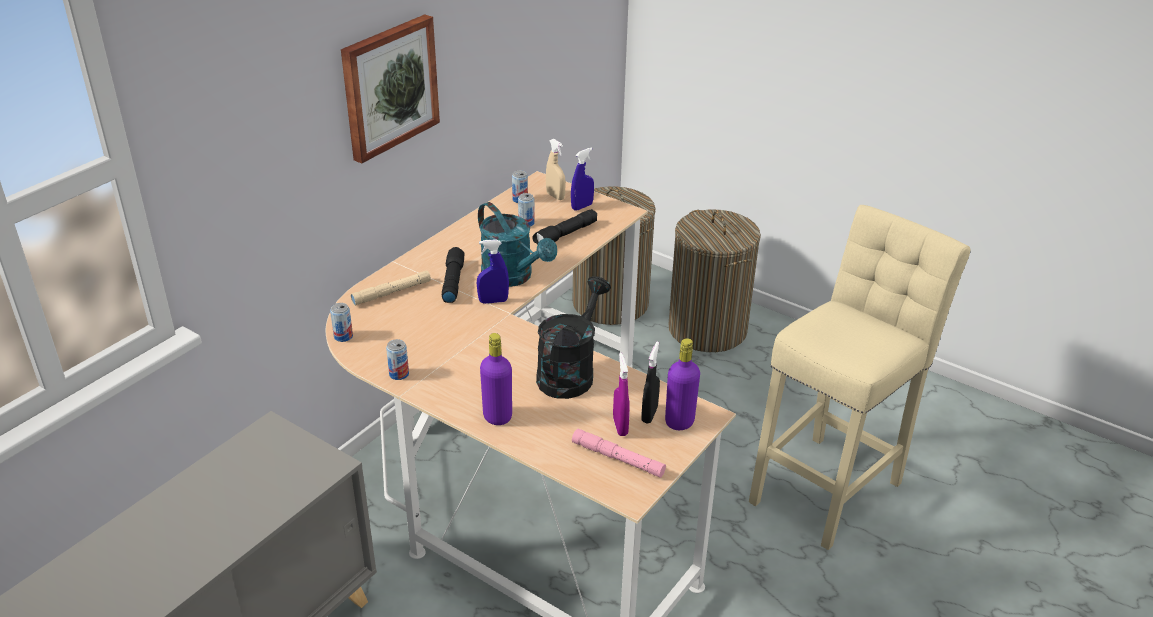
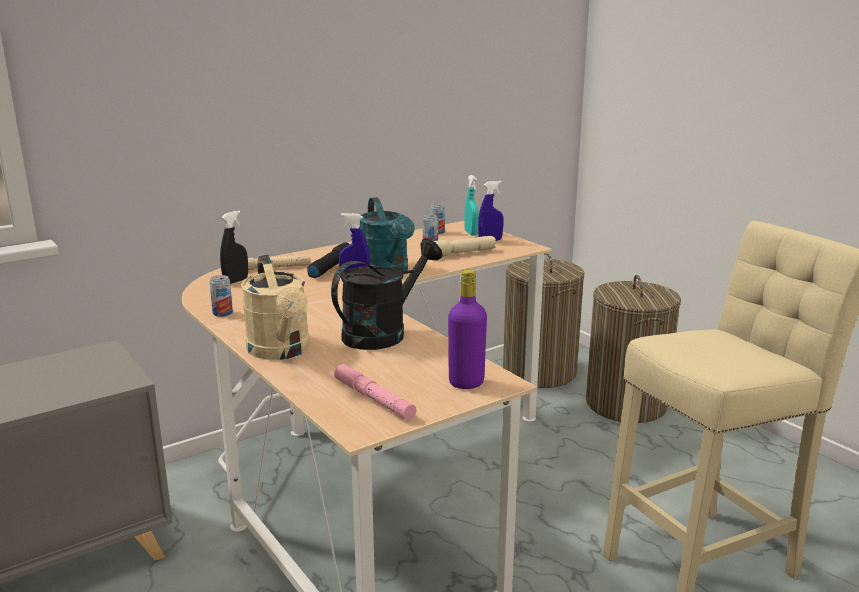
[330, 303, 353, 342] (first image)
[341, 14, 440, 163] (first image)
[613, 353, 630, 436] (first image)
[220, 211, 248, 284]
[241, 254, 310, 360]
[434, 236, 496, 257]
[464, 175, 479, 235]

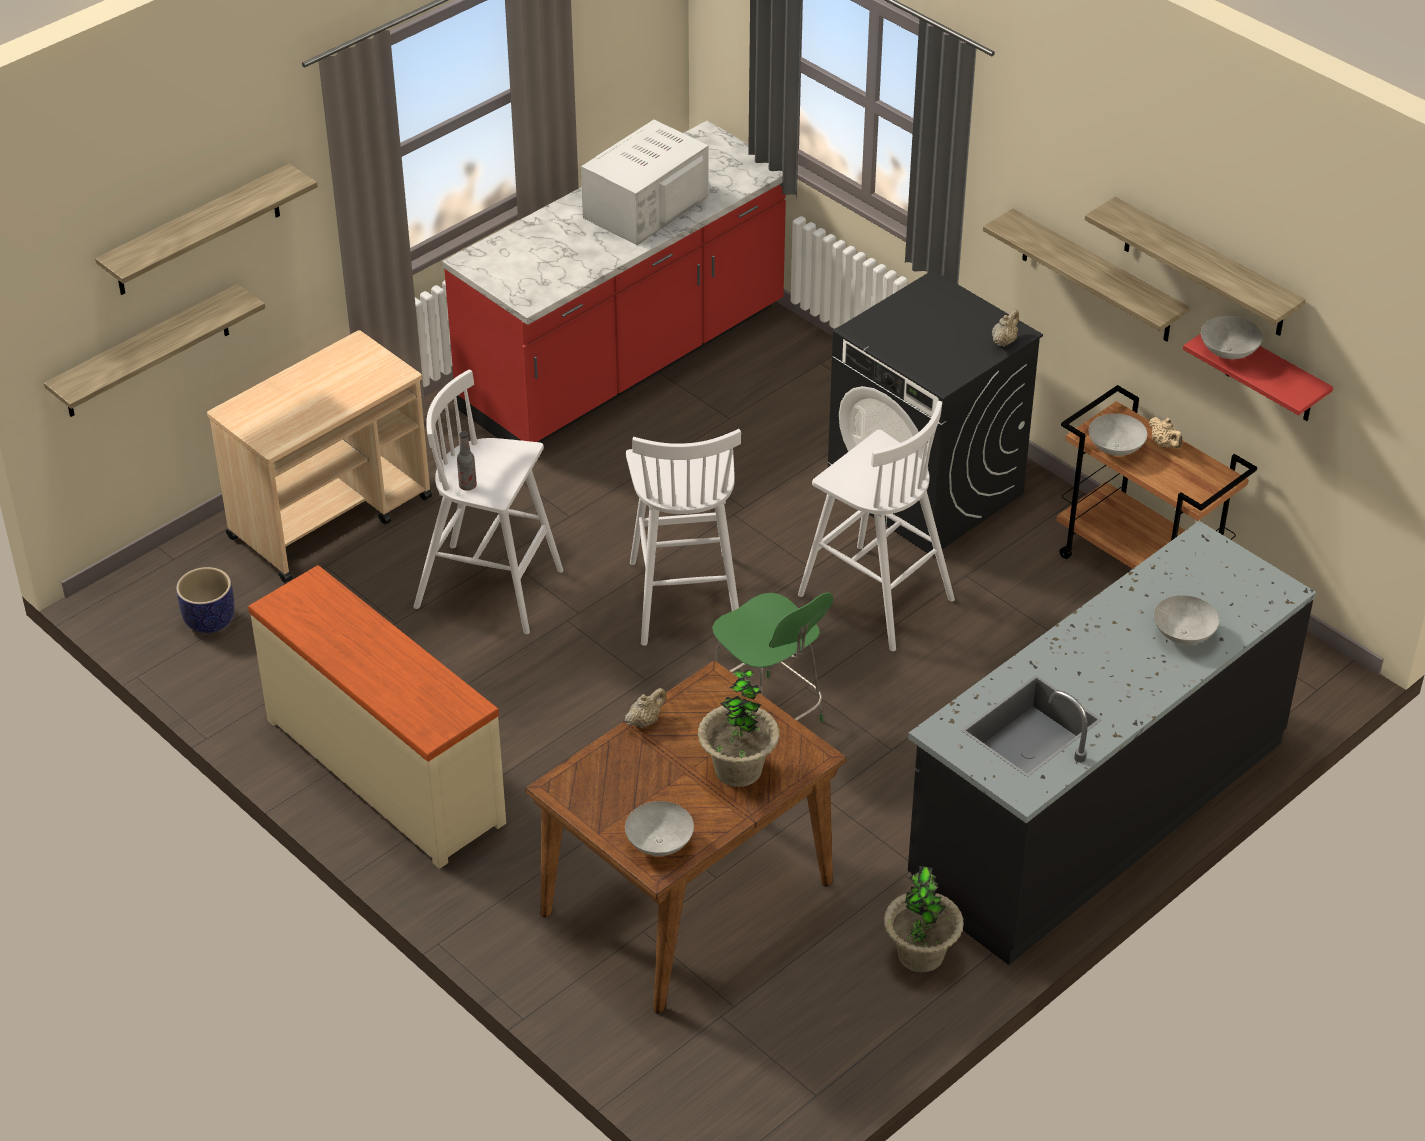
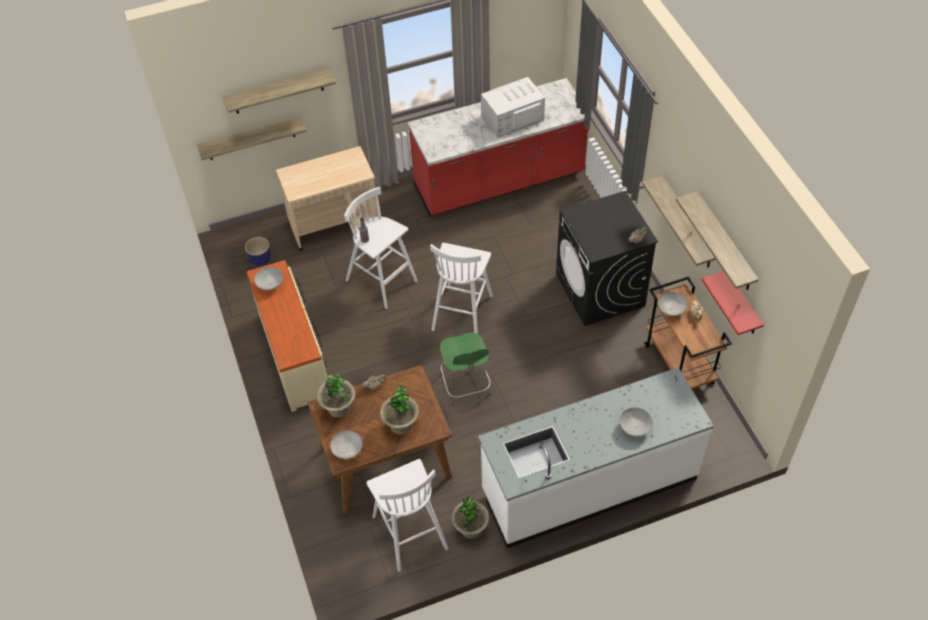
[317, 372, 355, 418]
[366, 459, 448, 572]
[254, 267, 283, 290]
[478, 367, 714, 548]

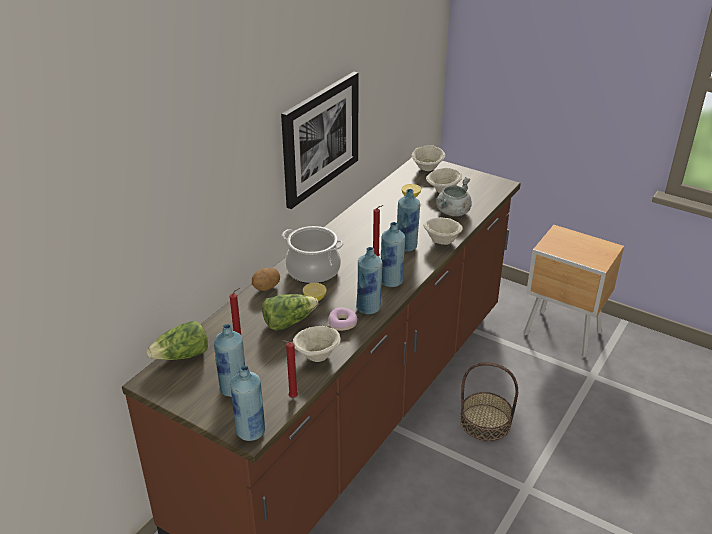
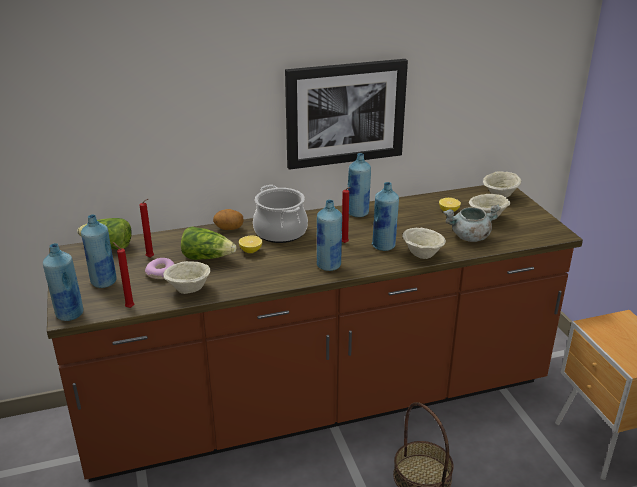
[145, 258, 174, 279]
[348, 153, 371, 217]

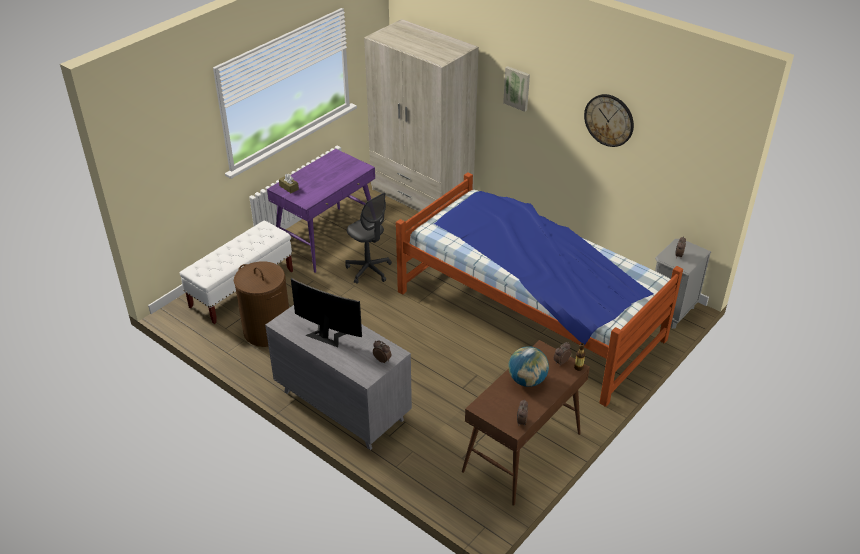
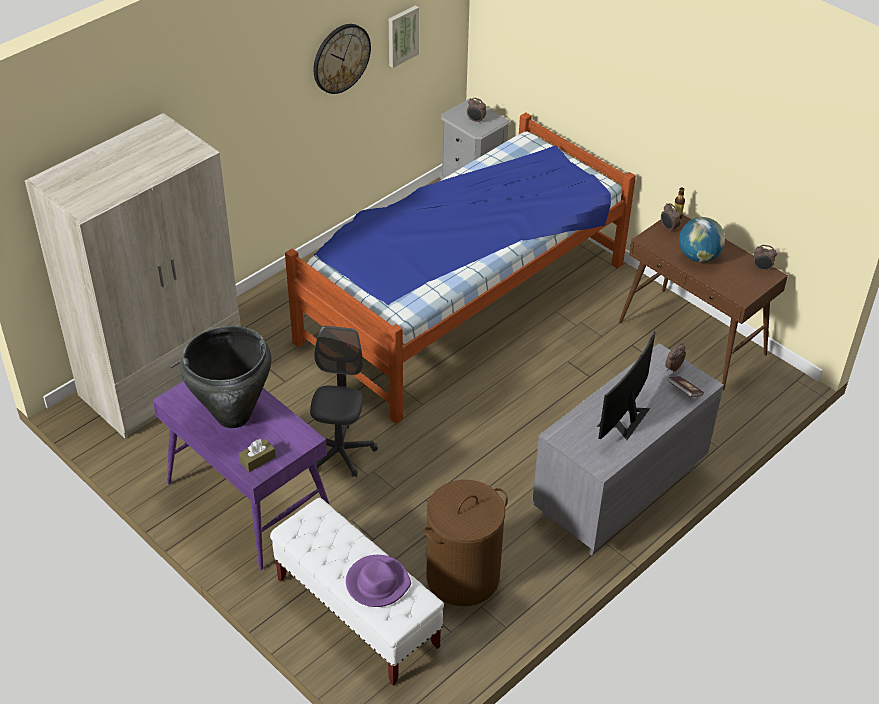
[180, 326, 271, 428]
[346, 555, 411, 607]
[667, 376, 704, 397]
[389, 5, 419, 68]
[310, 326, 378, 477]

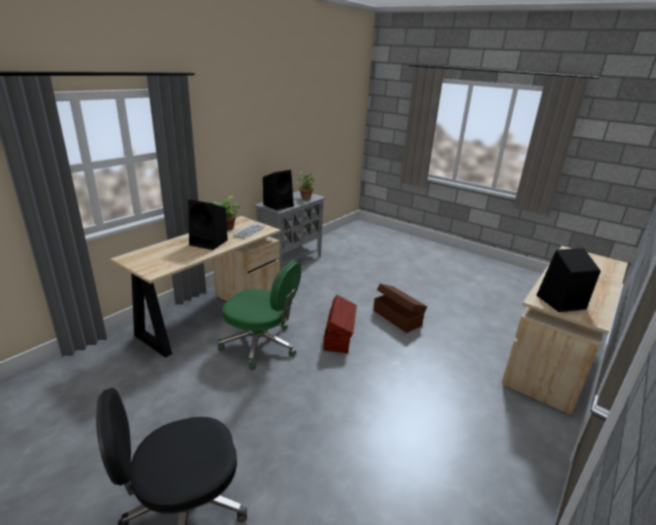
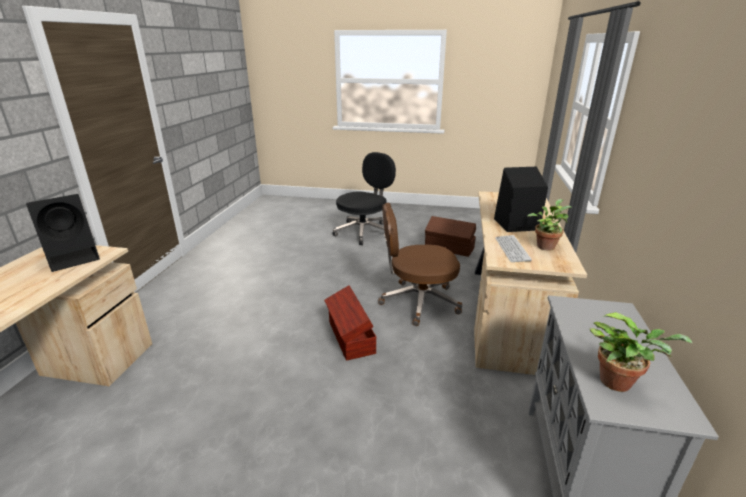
[263, 170, 294, 210] (first image)
[425, 216, 476, 257]
[378, 203, 462, 326]

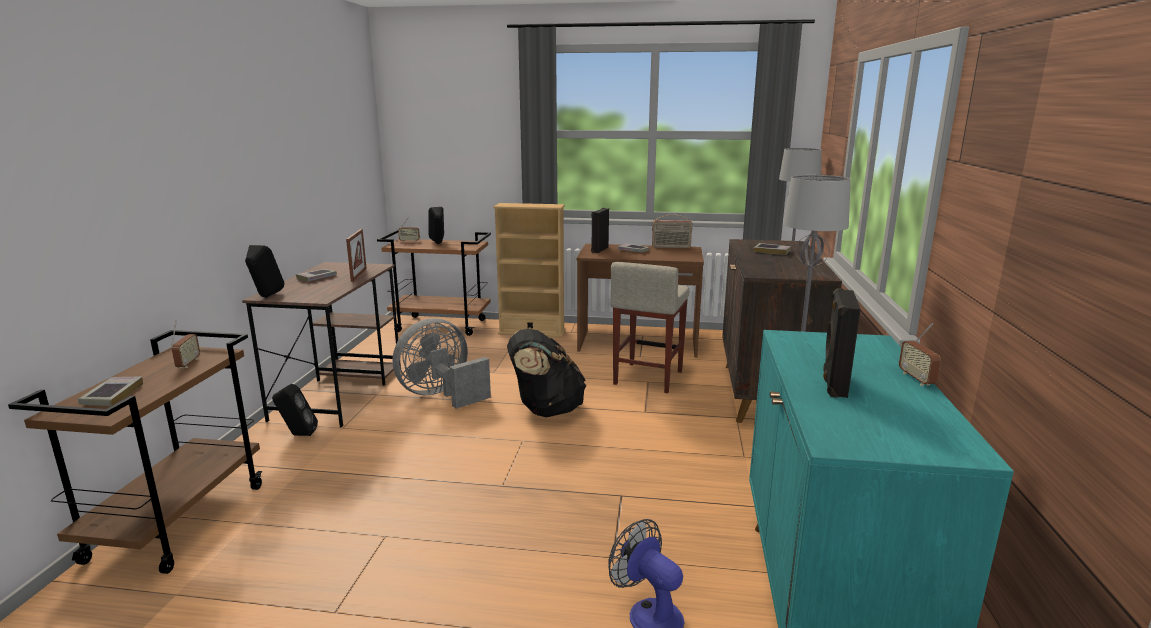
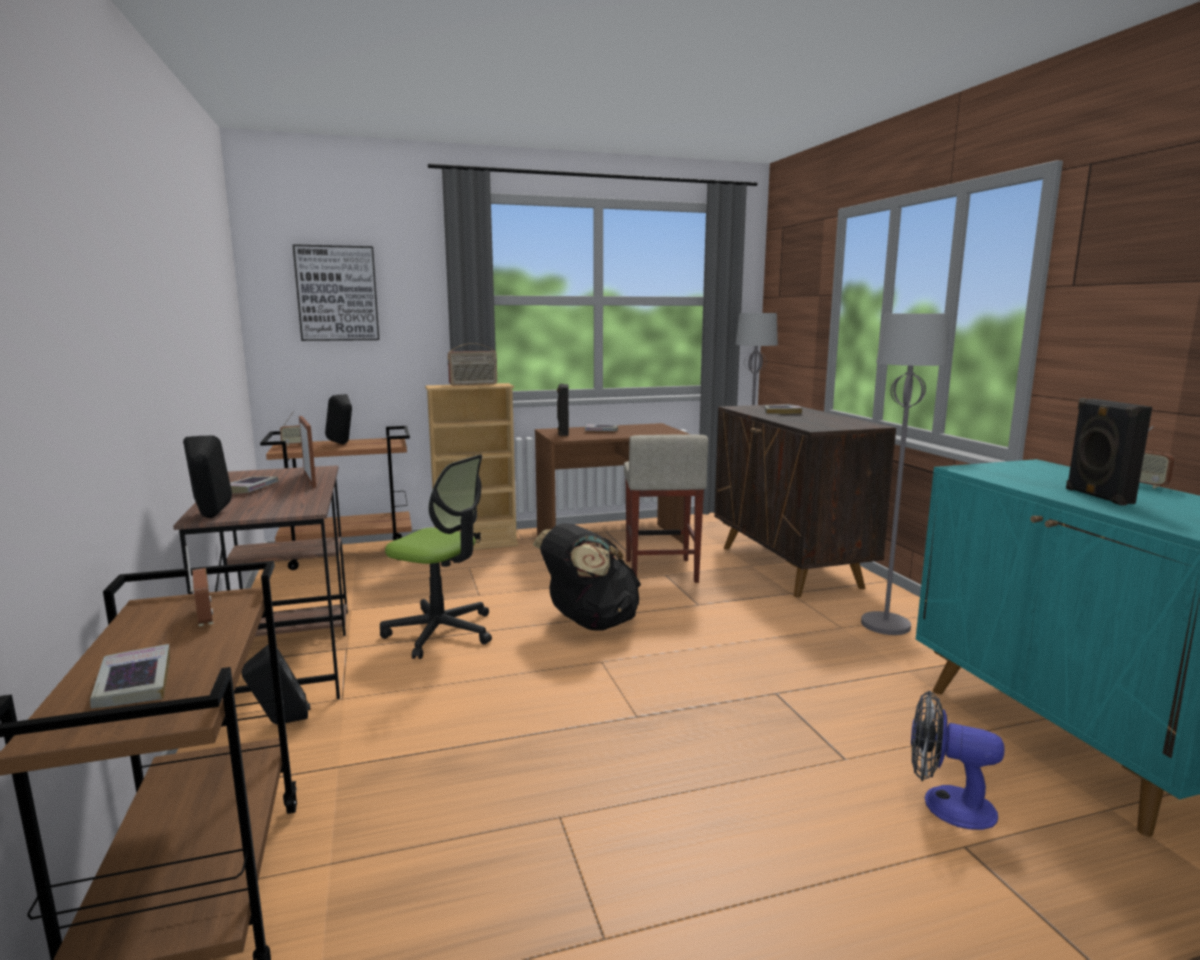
[292, 244, 379, 341]
[448, 343, 497, 385]
[380, 455, 492, 659]

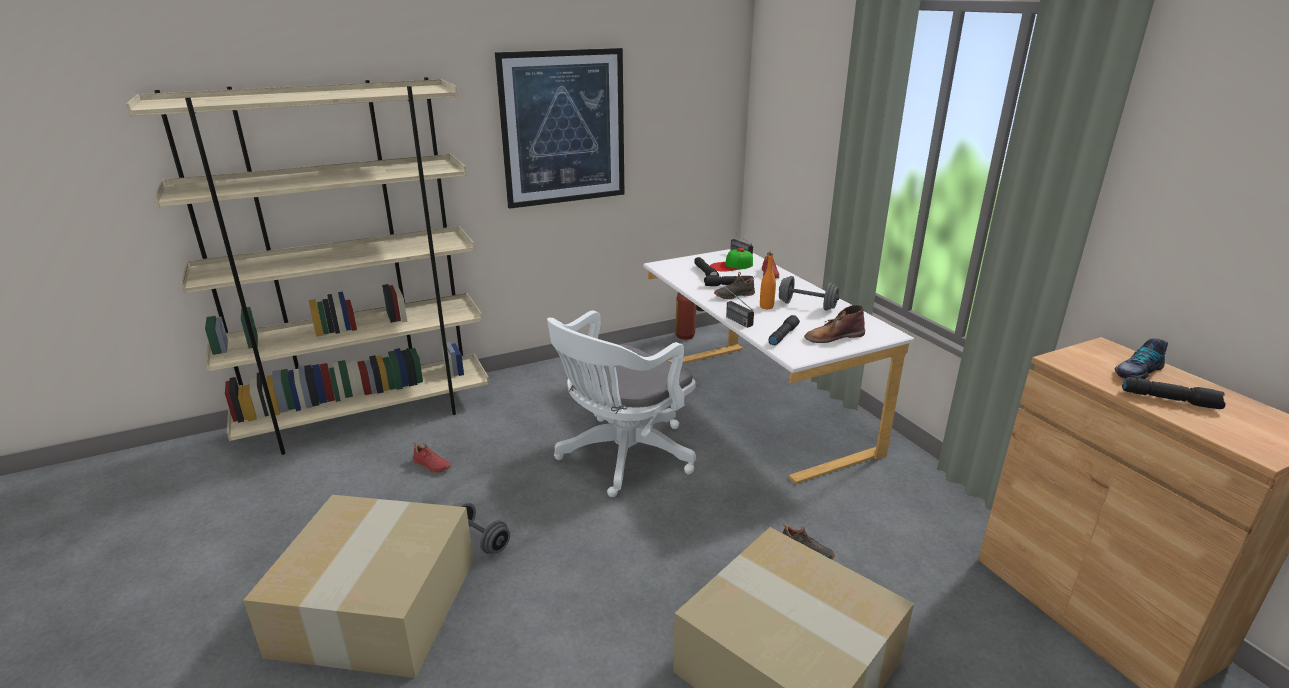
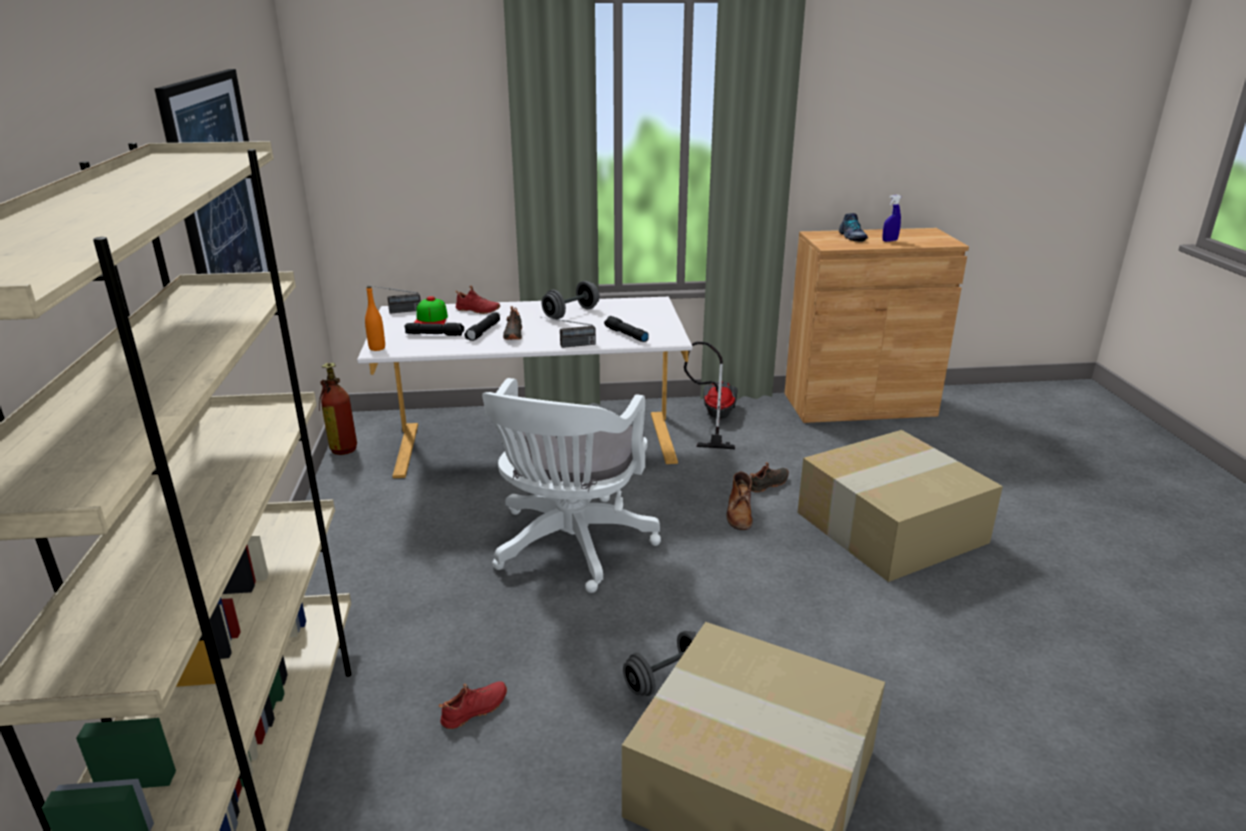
[684, 341, 738, 449]
[365, 286, 385, 351]
[726, 472, 753, 530]
[882, 195, 901, 242]
[482, 378, 661, 593]

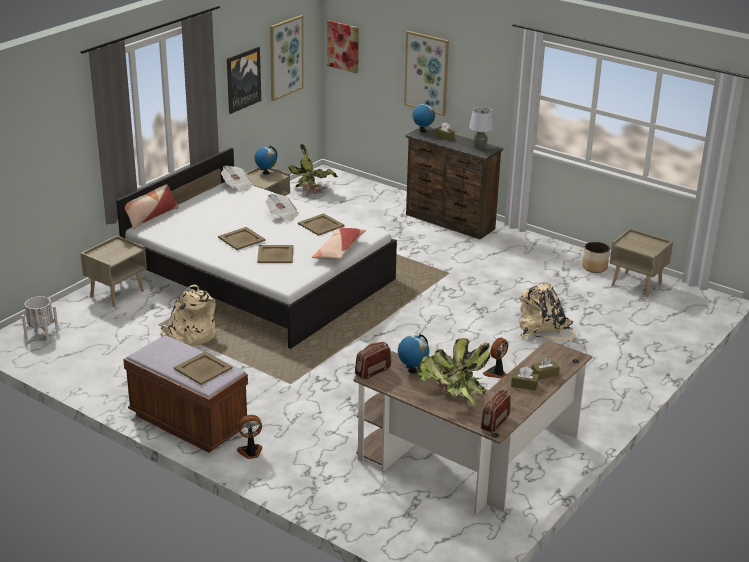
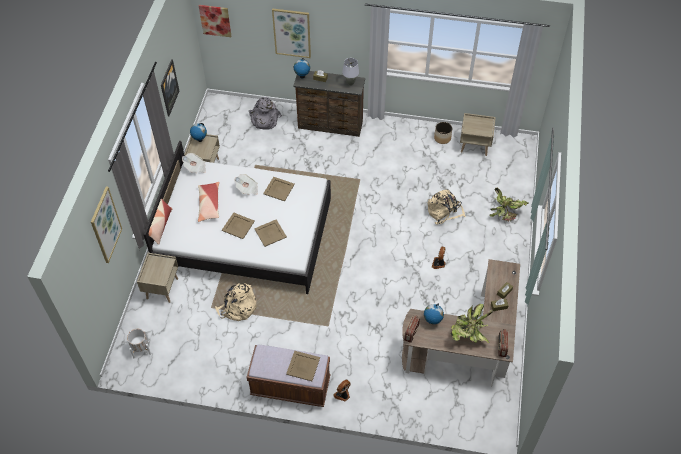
[249, 97, 282, 130]
[91, 187, 122, 263]
[489, 187, 528, 222]
[198, 182, 220, 222]

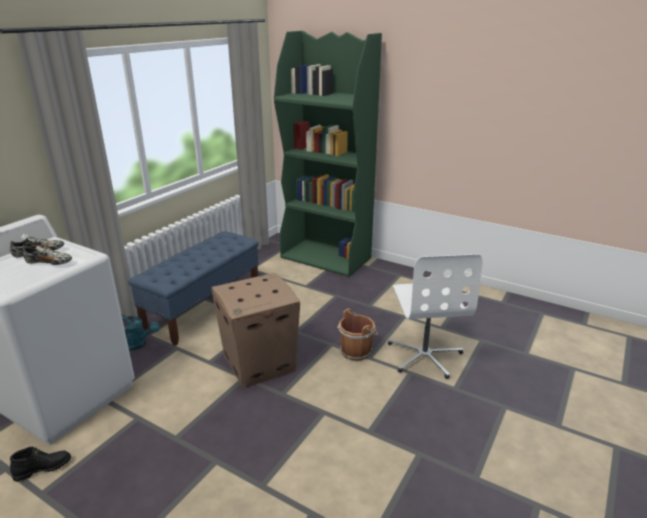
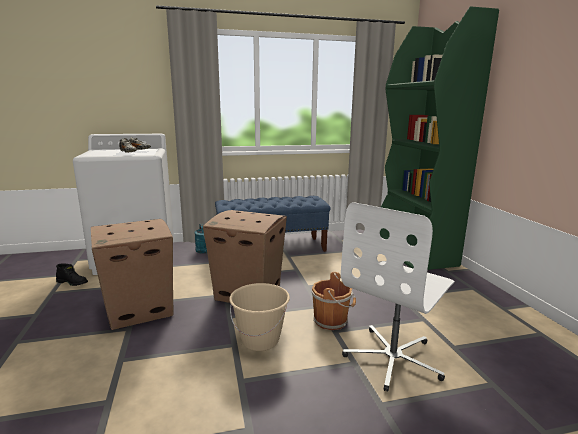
[91, 219, 174, 330]
[229, 283, 290, 351]

